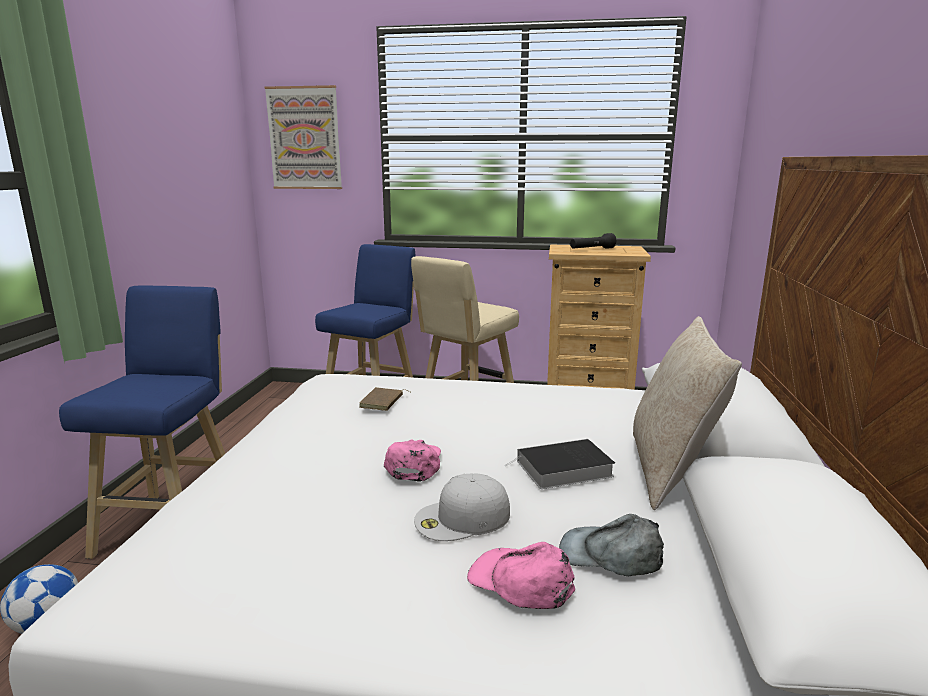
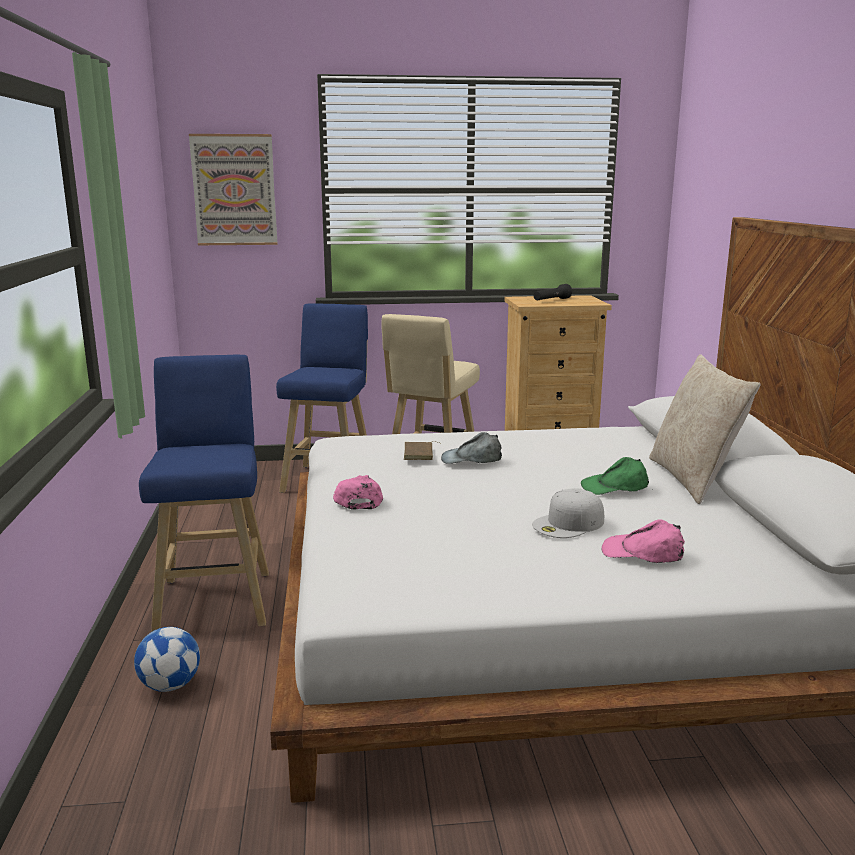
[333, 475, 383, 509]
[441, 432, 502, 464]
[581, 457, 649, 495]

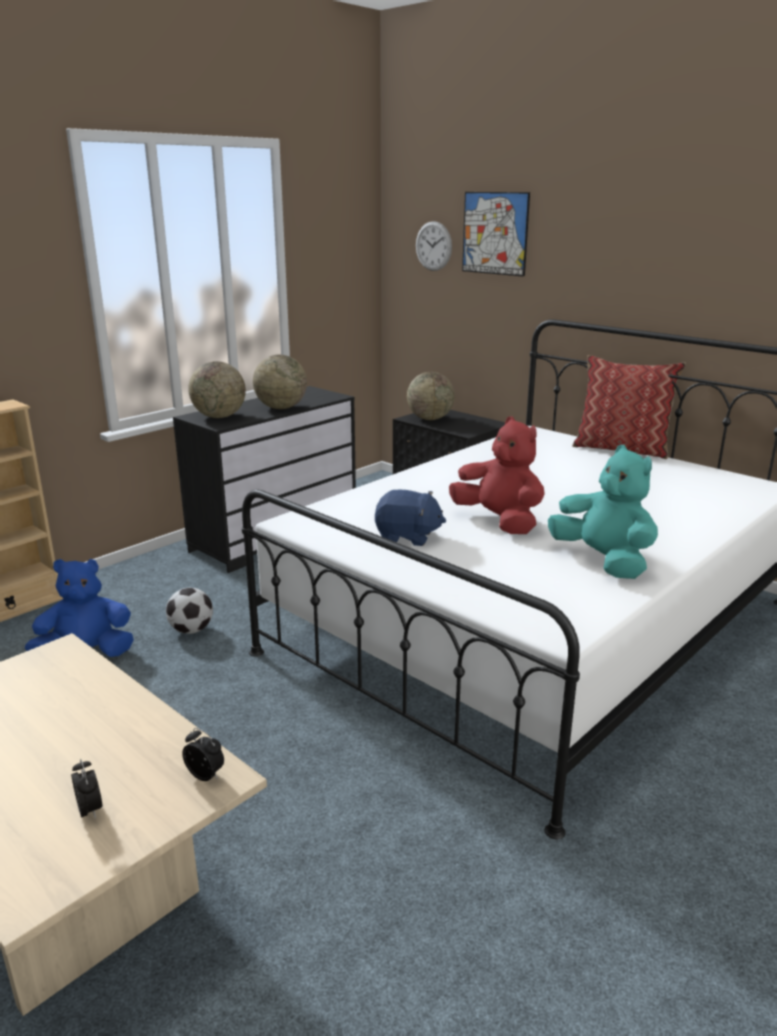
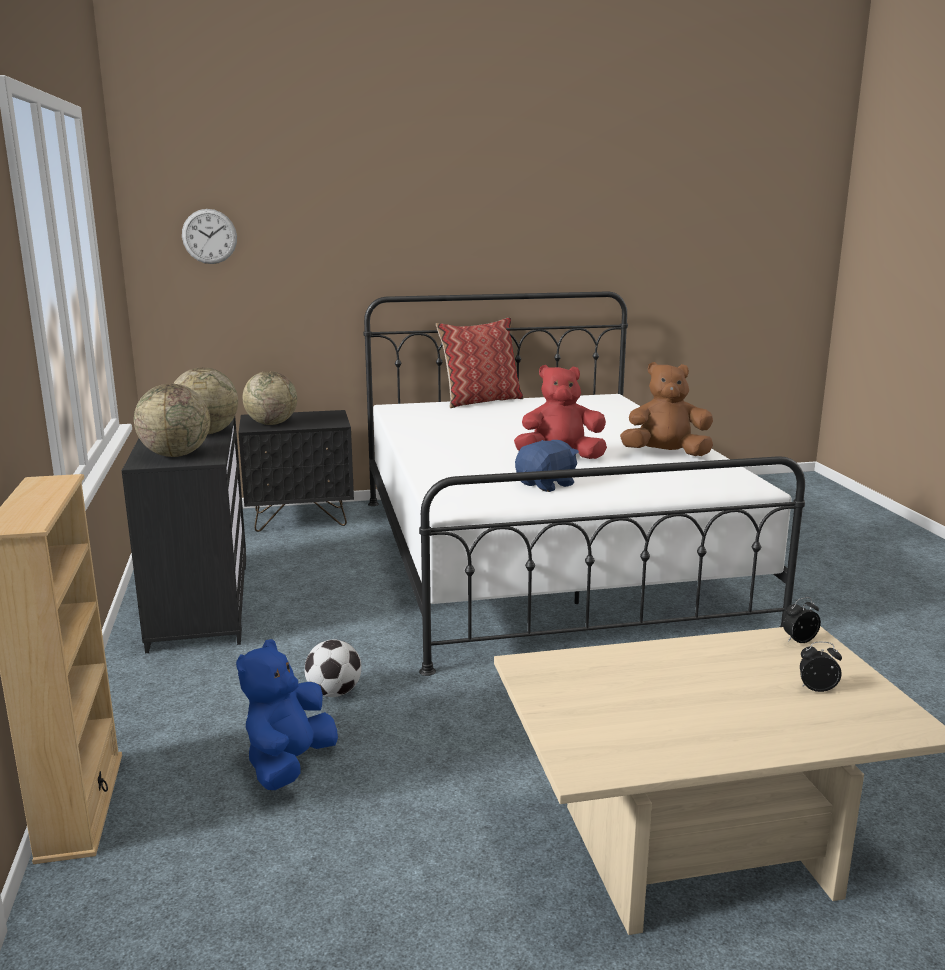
[462, 192, 530, 277] (first image)
[620, 362, 713, 456]

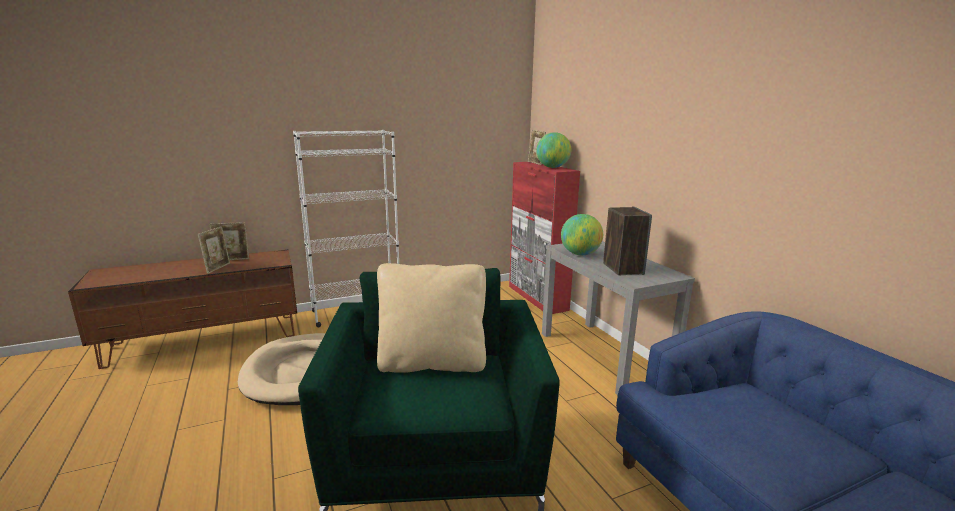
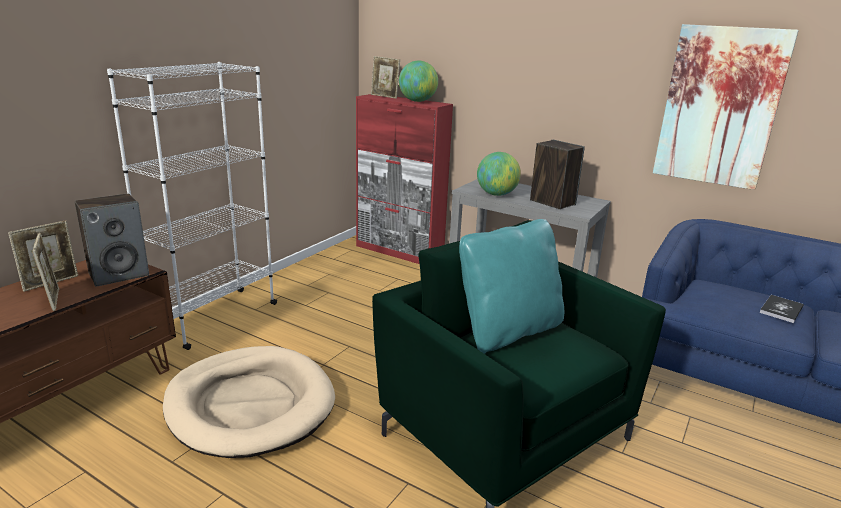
[75, 193, 149, 287]
[653, 24, 799, 190]
[759, 295, 804, 323]
[459, 219, 564, 354]

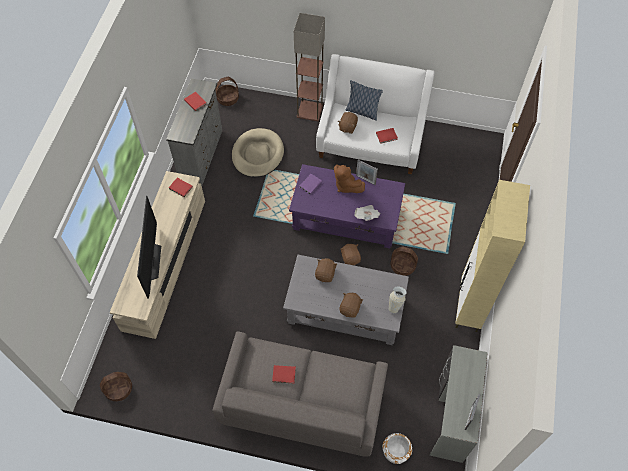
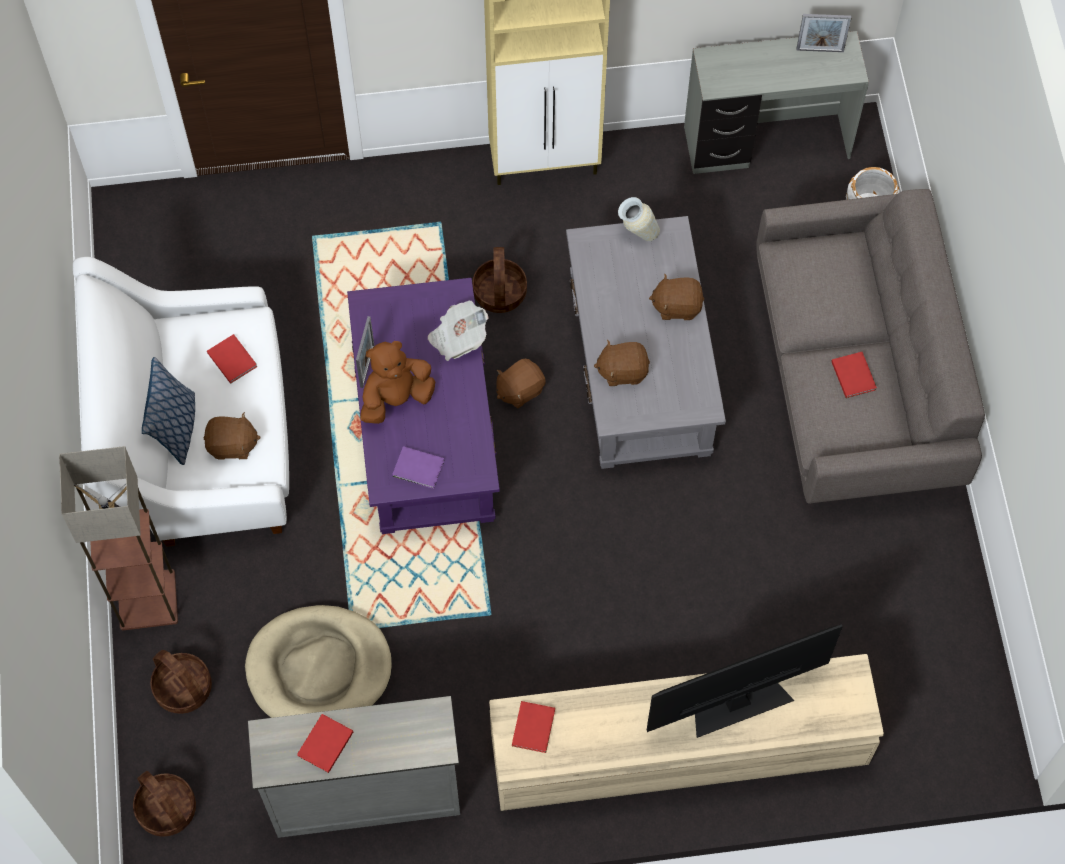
[150, 650, 212, 714]
[360, 341, 435, 424]

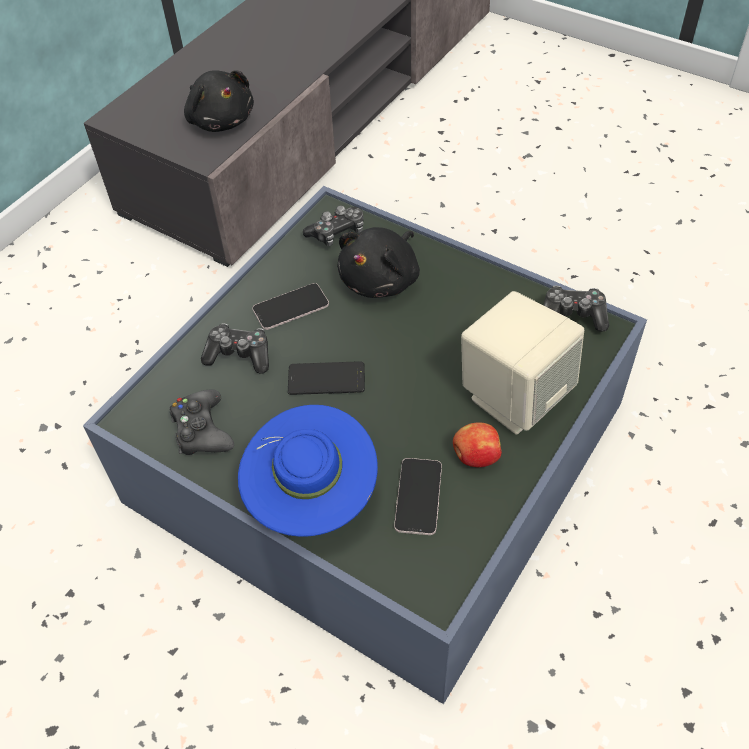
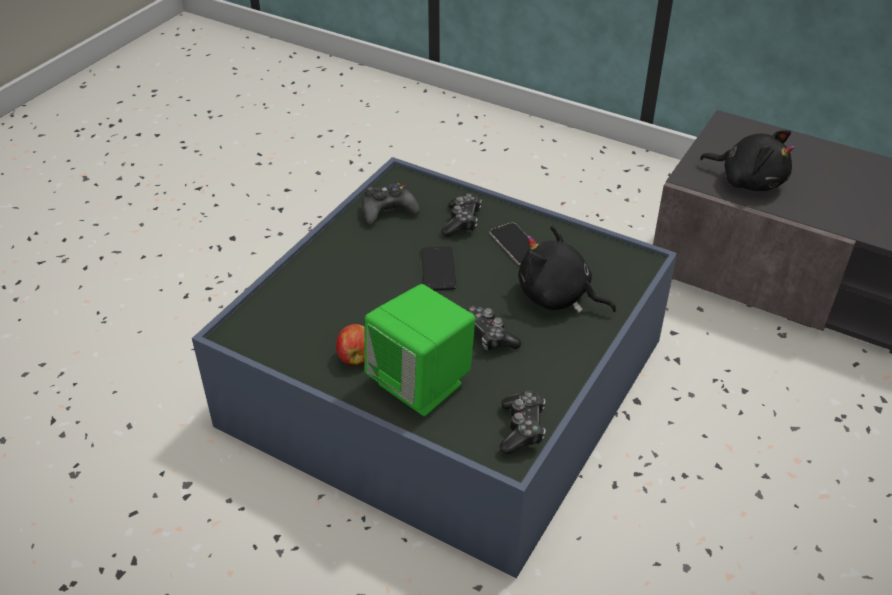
[238, 405, 378, 537] (first image)
[394, 458, 442, 535] (first image)
[466, 306, 522, 351]
[365, 284, 476, 416]
[700, 130, 795, 191]

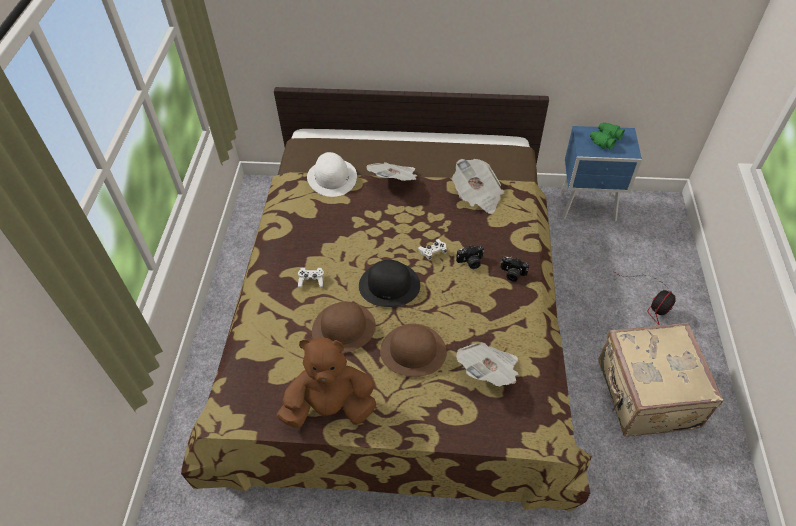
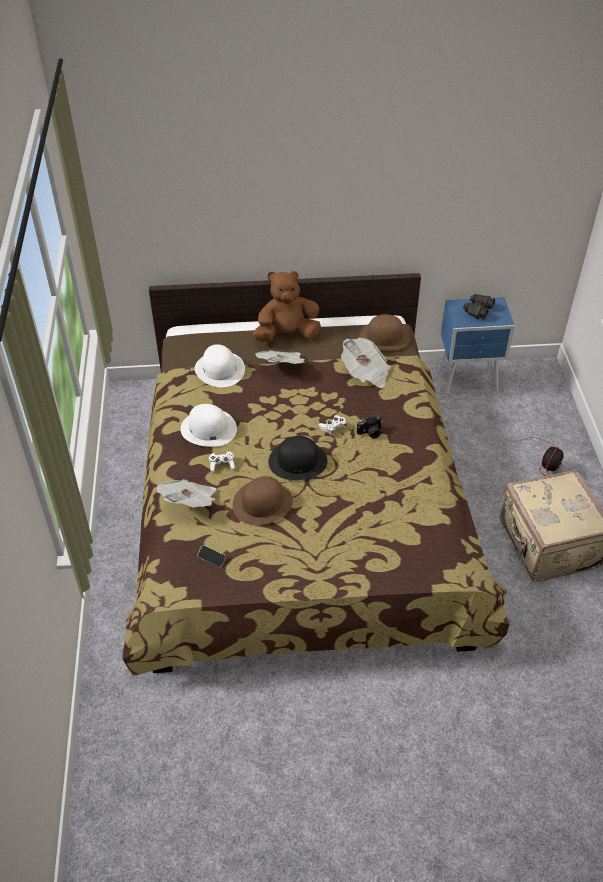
[501, 257, 529, 282] (first image)
[180, 404, 237, 447]
[197, 545, 226, 567]
[253, 271, 321, 342]
[359, 314, 410, 351]
[156, 479, 217, 507]
[463, 294, 495, 319]

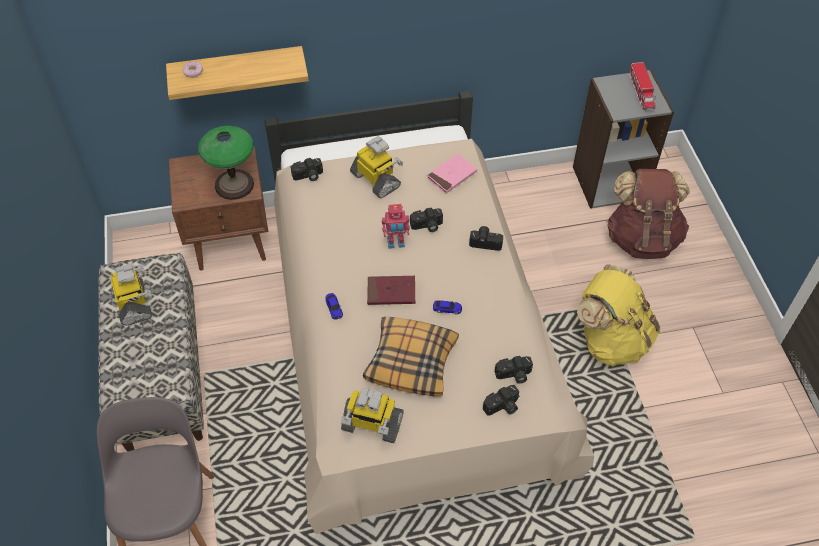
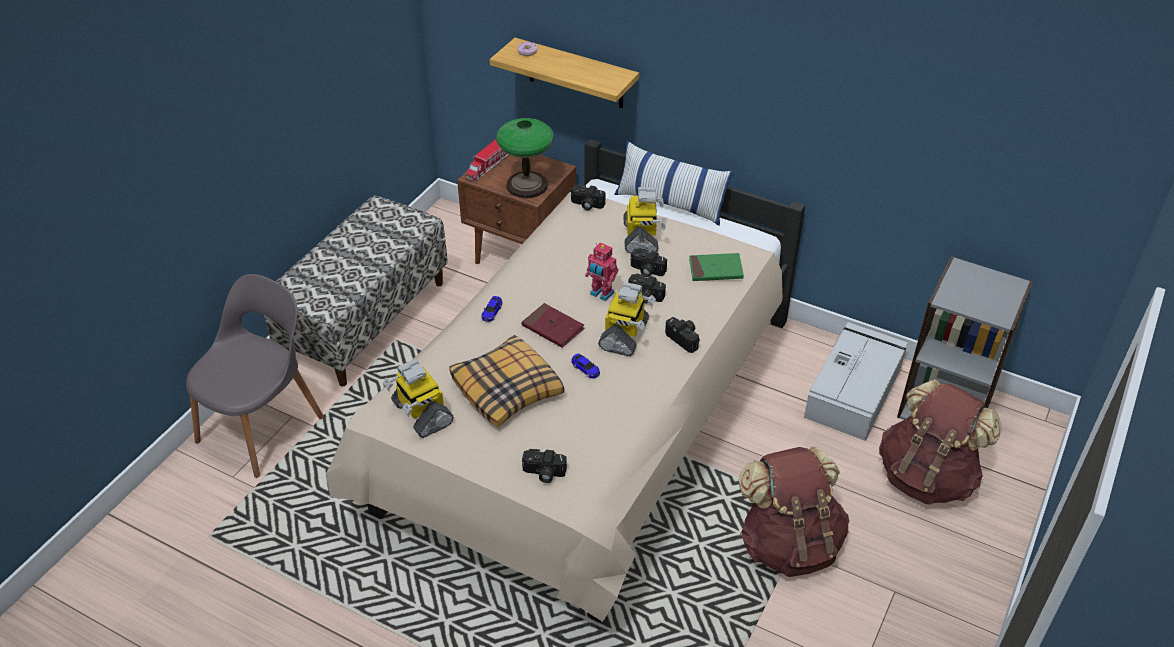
[614, 141, 733, 225]
[804, 322, 908, 441]
[598, 282, 656, 356]
[630, 248, 667, 277]
[465, 139, 508, 180]
[689, 253, 744, 281]
[739, 447, 849, 577]

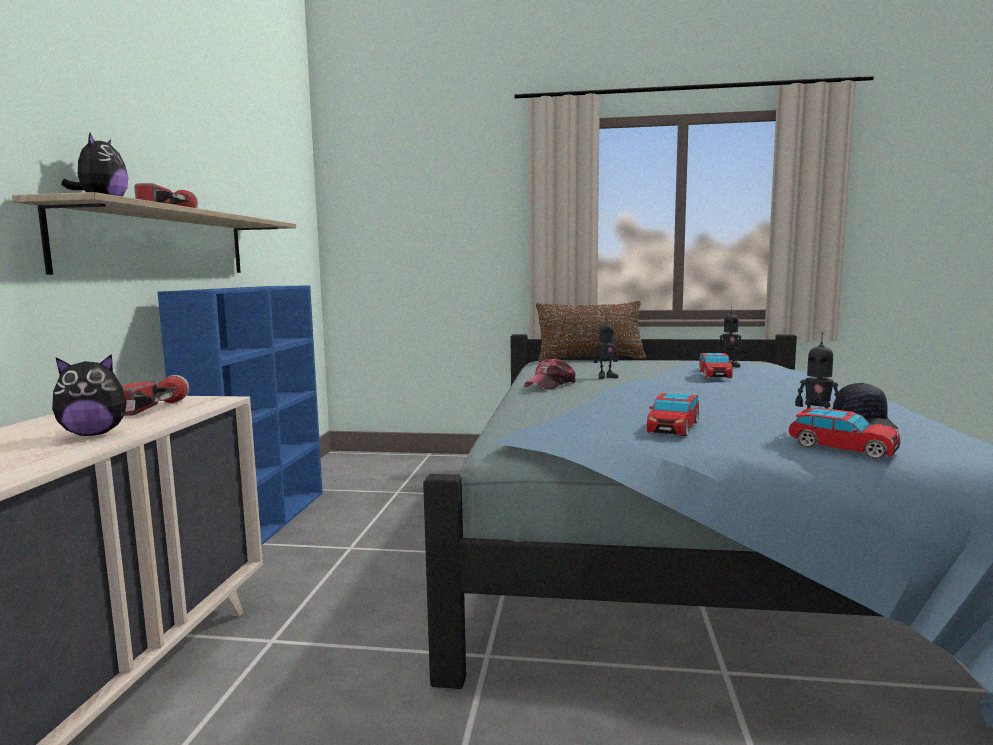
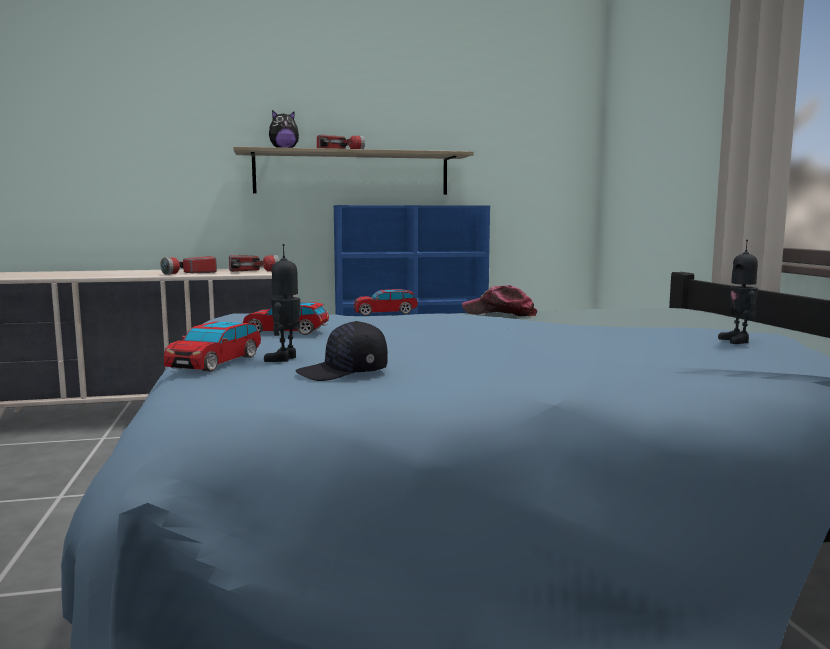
[536, 301, 646, 362] (first image)
[594, 315, 618, 379] (first image)
[354, 289, 418, 316]
[160, 256, 217, 275]

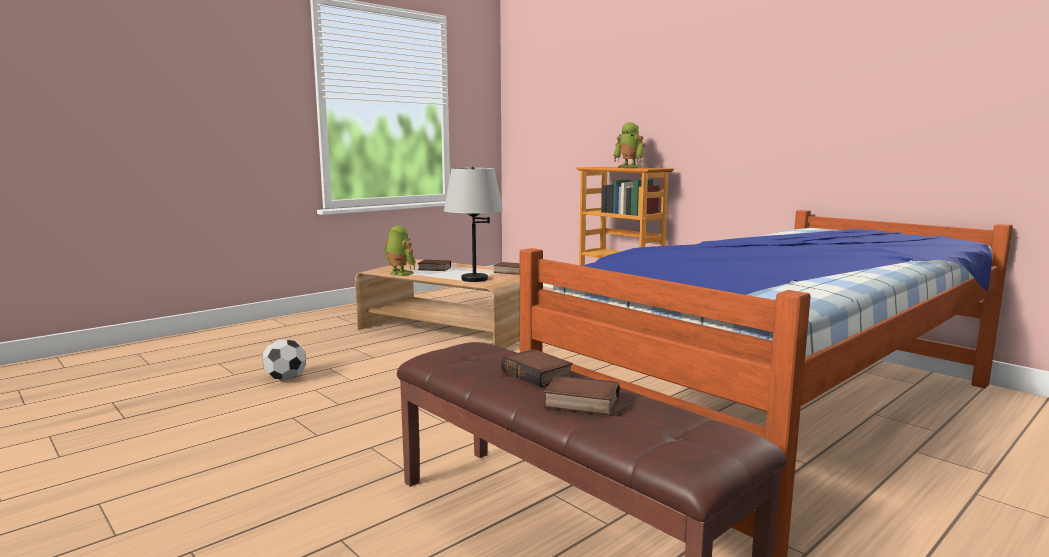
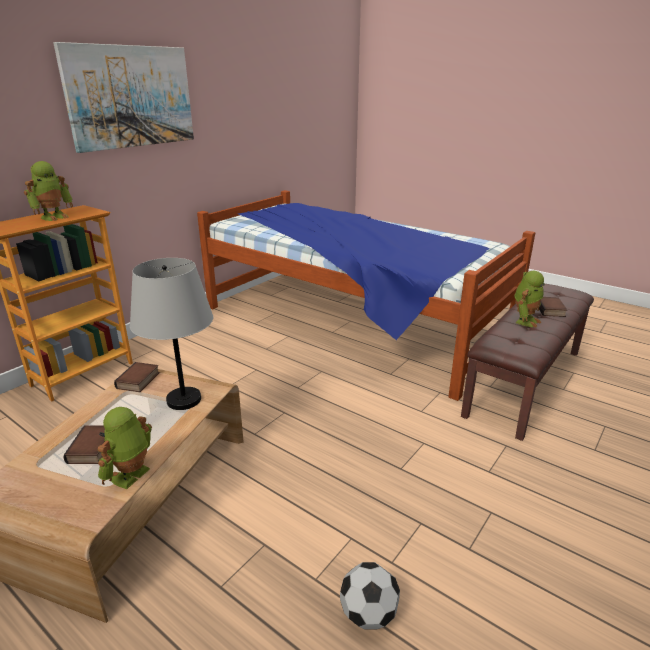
[53, 42, 194, 153]
[515, 271, 545, 328]

